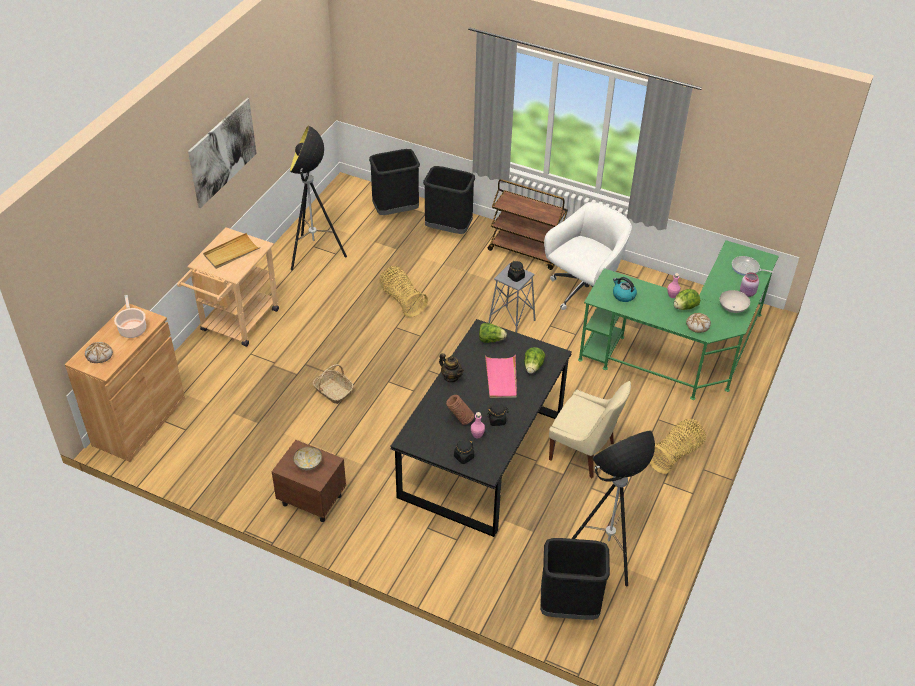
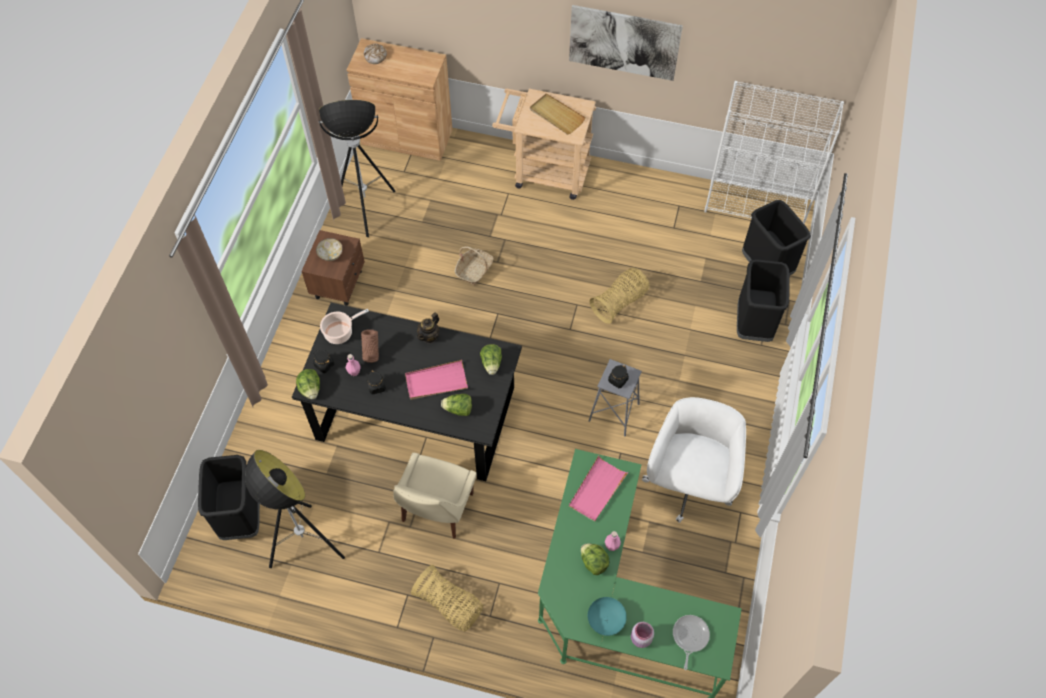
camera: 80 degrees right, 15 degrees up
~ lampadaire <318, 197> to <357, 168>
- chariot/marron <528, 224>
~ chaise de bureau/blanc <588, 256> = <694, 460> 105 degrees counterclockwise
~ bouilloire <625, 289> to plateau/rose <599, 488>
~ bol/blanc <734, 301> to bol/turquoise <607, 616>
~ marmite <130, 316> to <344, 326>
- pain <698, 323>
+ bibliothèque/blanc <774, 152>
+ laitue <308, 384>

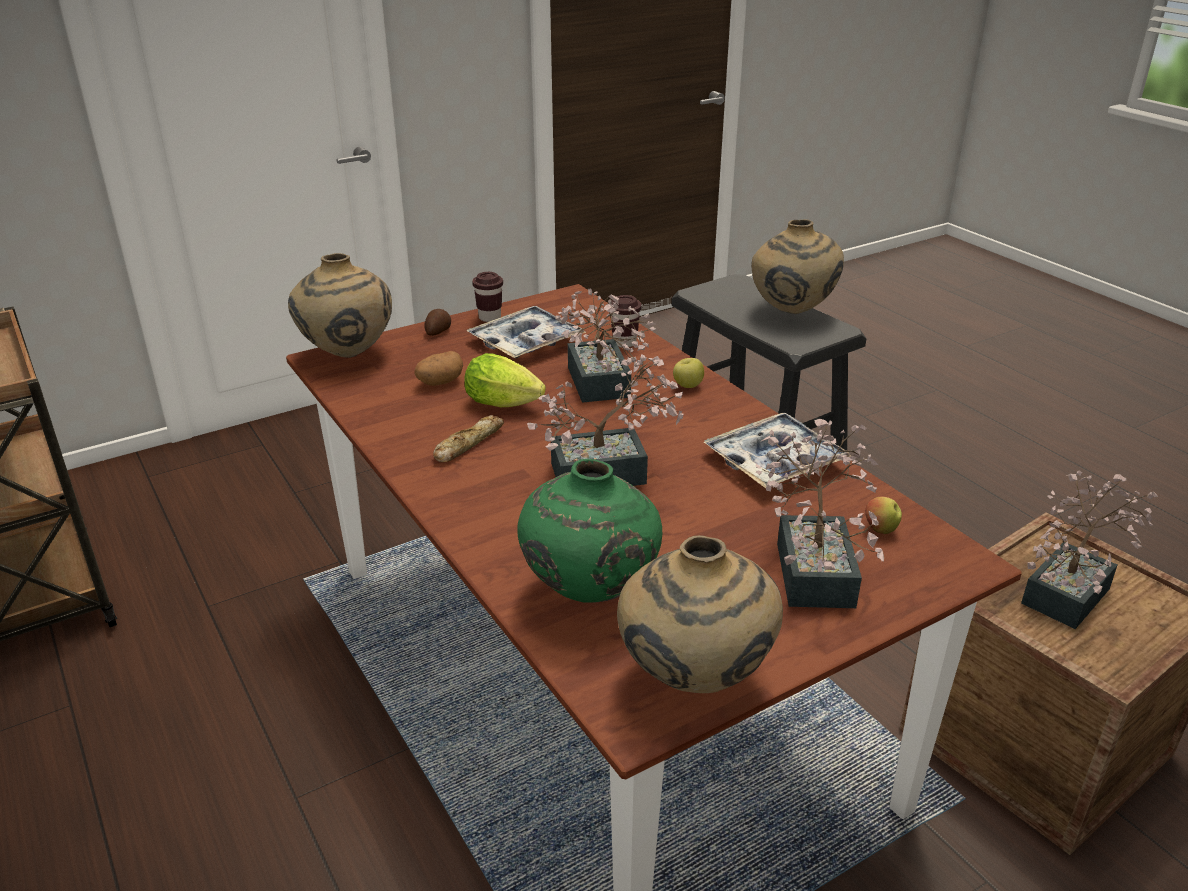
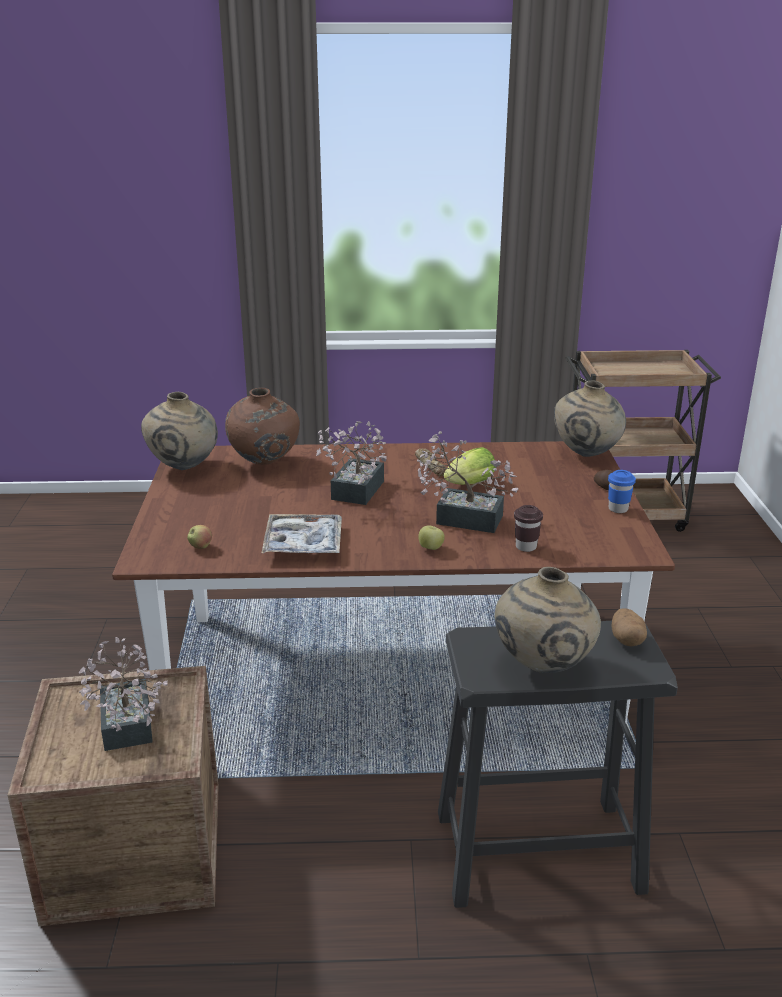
camera: 120 degrees right, 5 degrees down
~ tasse/marron <487, 297> to tasse/bleu <622, 491>
- plateau <526, 332>
~ pomme de terre <438, 368> to <629, 627>
- plante en pot <820, 513>
~ vase/vert <589, 531> to vase/marron <262, 426>

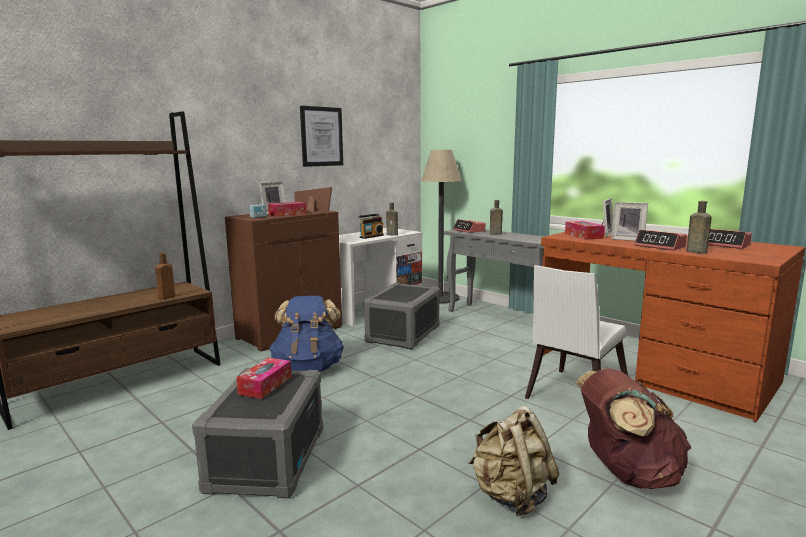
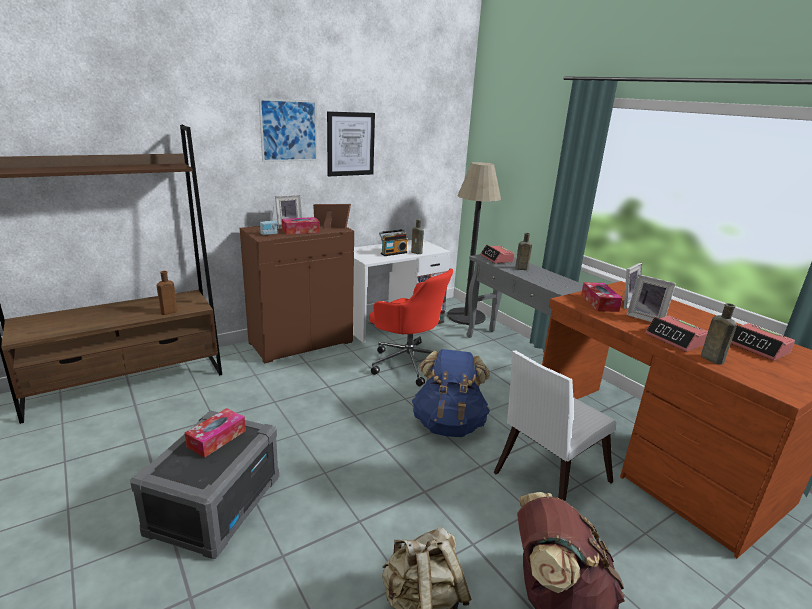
camera: 10 degrees right, 10 degrees up
~ boîte de rangement/gris <402, 316> to chaise de bureau/rouge <411, 327>
~ sac à dos/bleu <306, 334> to <451, 393>
+ tableau <288, 130>

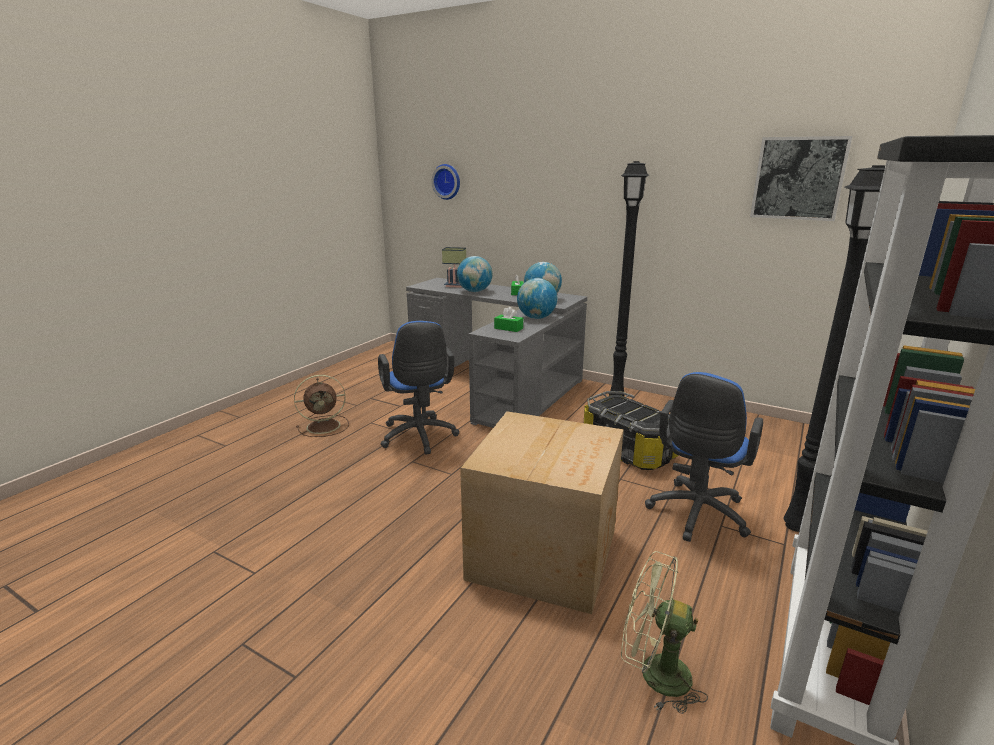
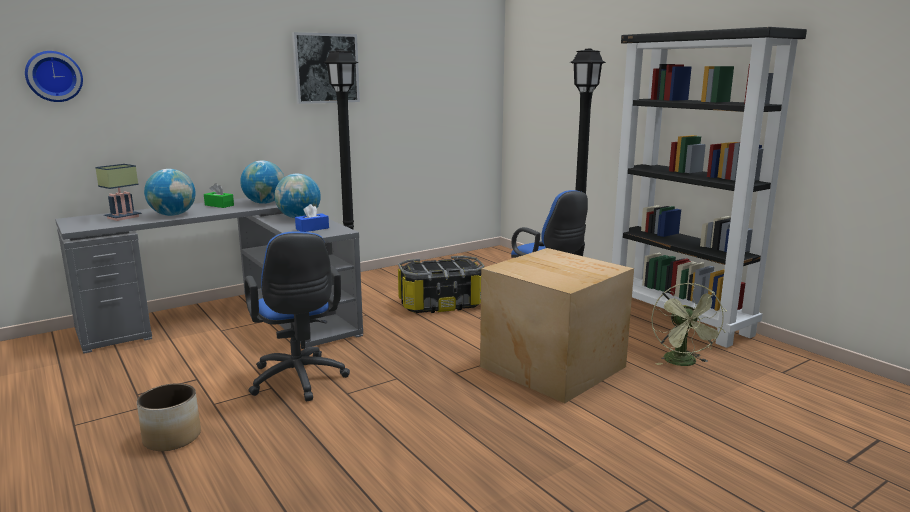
camera: 65 degrees left, 5 degrees down
~ tableau <801, 178> to <326, 68>
~ boîte à mouchoirs/vert <508, 319> to boîte à mouchoirs/bleu <312, 218>
~ chaise de bureau/bleu <418, 388> = <297, 316> 60 degrees clockwise
~ ventilateur/marron <321, 406> to cache-pot <169, 417>
~ ventilateur/vert <664, 632> = <689, 324> 45 degrees counterclockwise

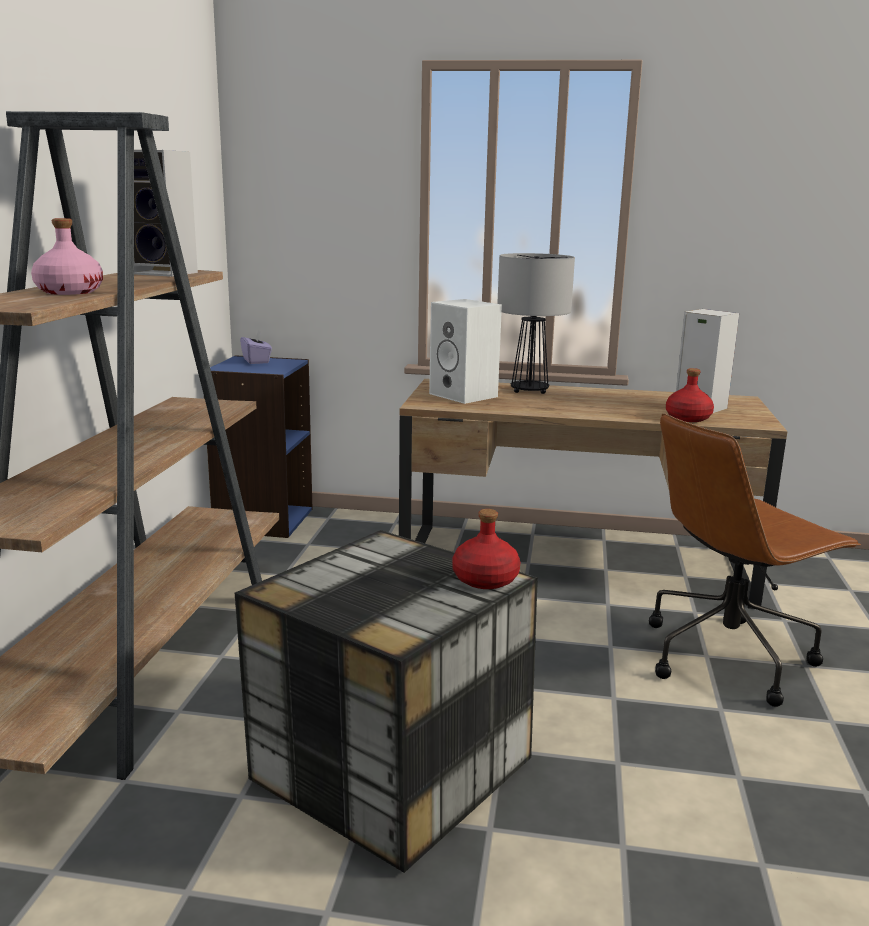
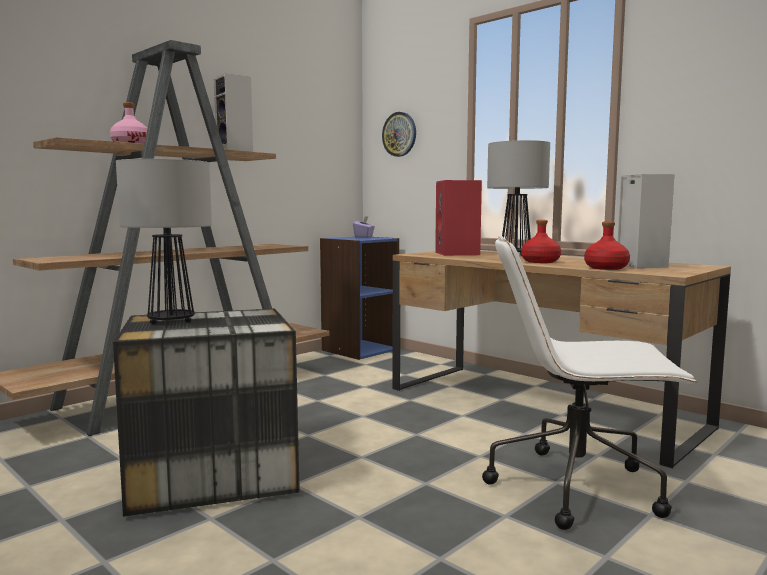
camera: 35 degrees right, 10 degrees down
~ enceinte/blanc <465, 351> to enceinte/rouge <458, 218>
~ chaise de bureau/marron <755, 560> to chaise de bureau/blanc <589, 383>
~ bouteille/rouge <486, 549> to <541, 241>
+ horloge murale <399, 134>
+ lampe de table <164, 241>

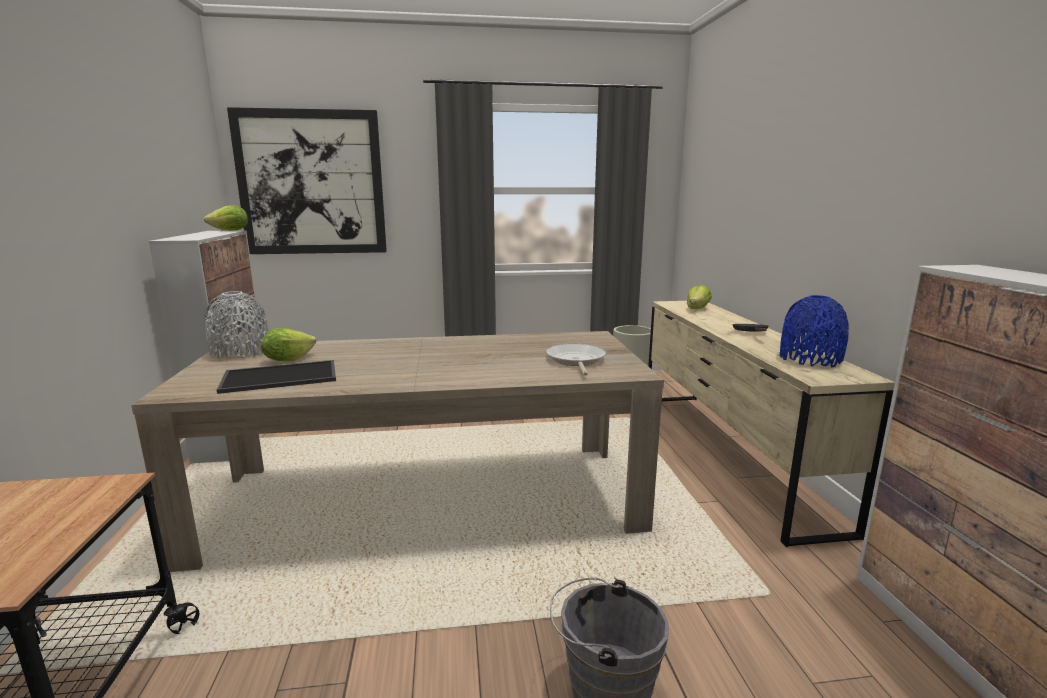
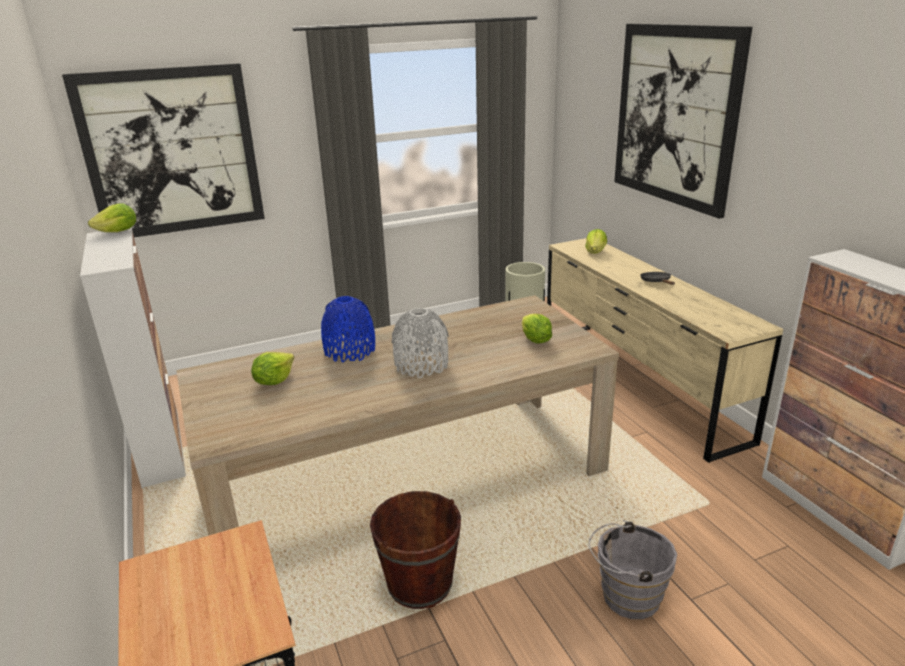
camera: 15 degrees left, 10 degrees up
~ vase/gris <236, 325> to <420, 343>
~ vase/bleu <814, 331> to <348, 329>
~ poêle <576, 359> to laitue <537, 328>
- plateau <276, 377>
+ tableau <683, 121>
+ seau/marron <415, 550>

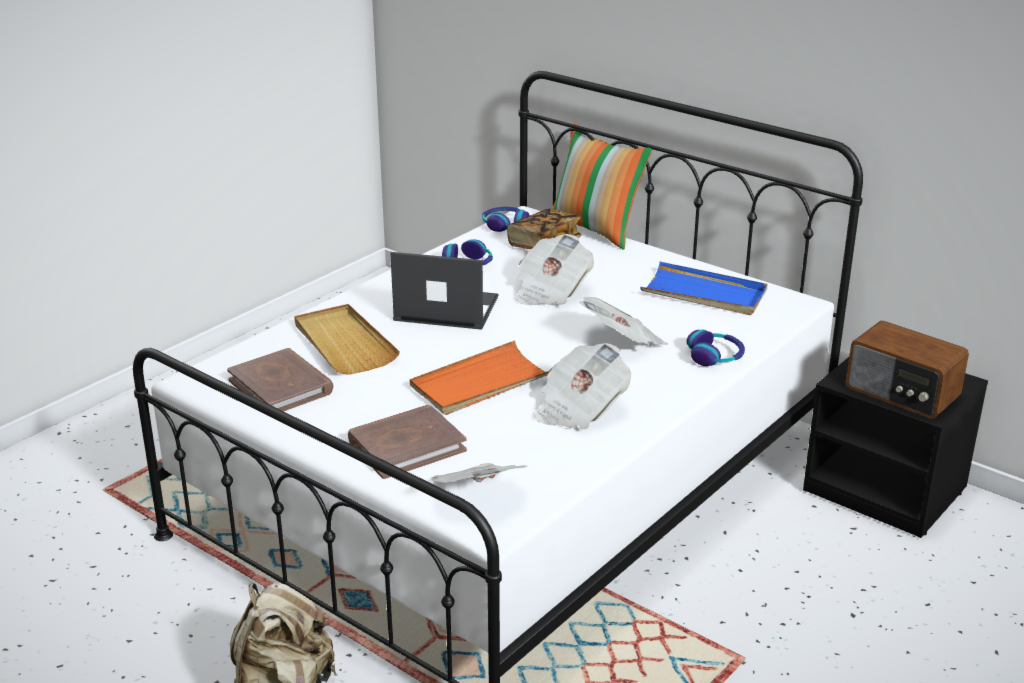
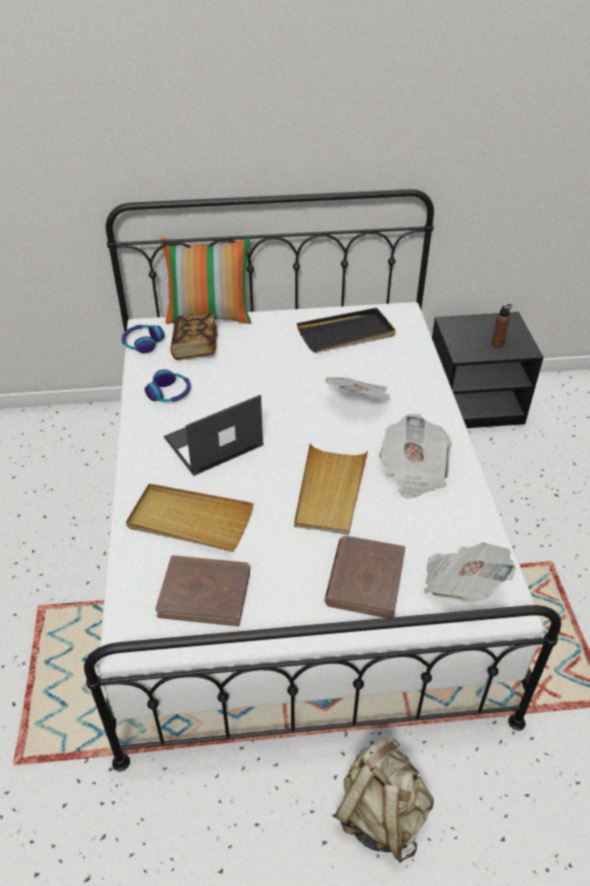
camera: 45 degrees left, 15 degrees up
- journal <555, 269>
~ plateau/bleu <704, 288> to plateau/noir <346, 330>
~ radio <907, 370> to bouteille/marron <501, 326>
- casque audio <715, 348>
~ plateau/orange <479, 377> to plateau/beige <331, 489>

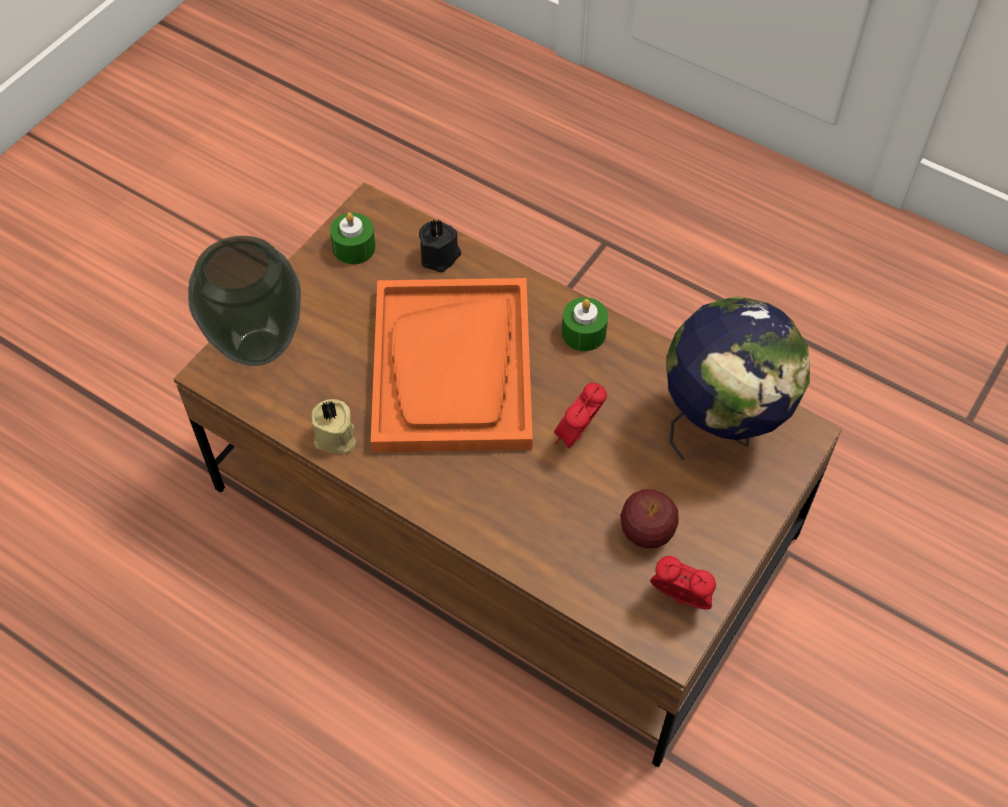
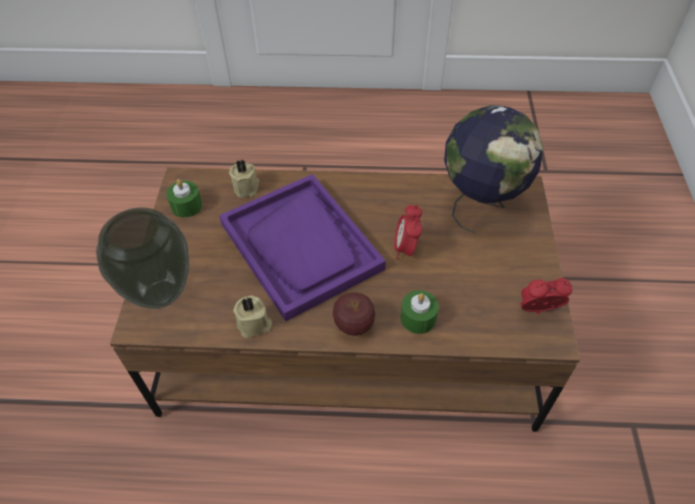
camera: 30 degrees left, 5 degrees down
~ bougie/noir <440, 245> to bougie/beige <244, 178>
~ plateau/orange <452, 365> to plateau/violet <302, 247>
~ bougie/vert <585, 324> to <420, 312>
~ pomme <649, 519> to <354, 314>

